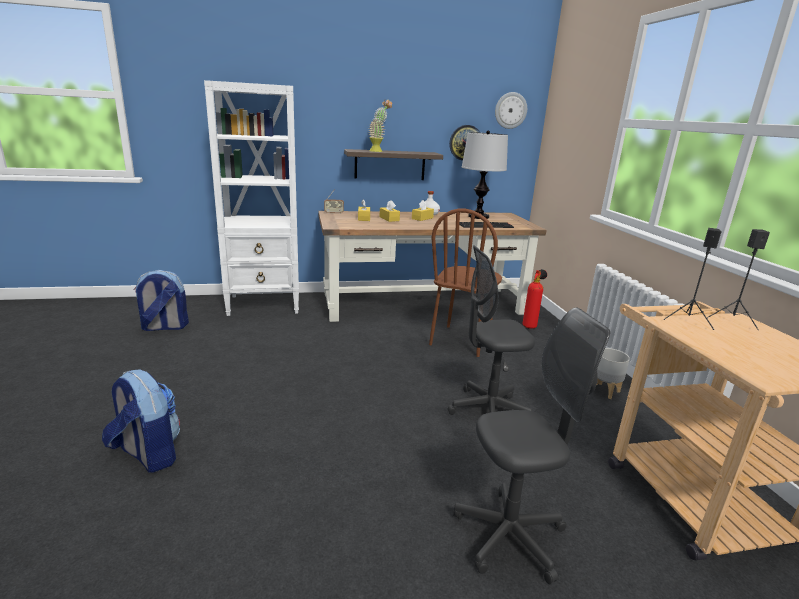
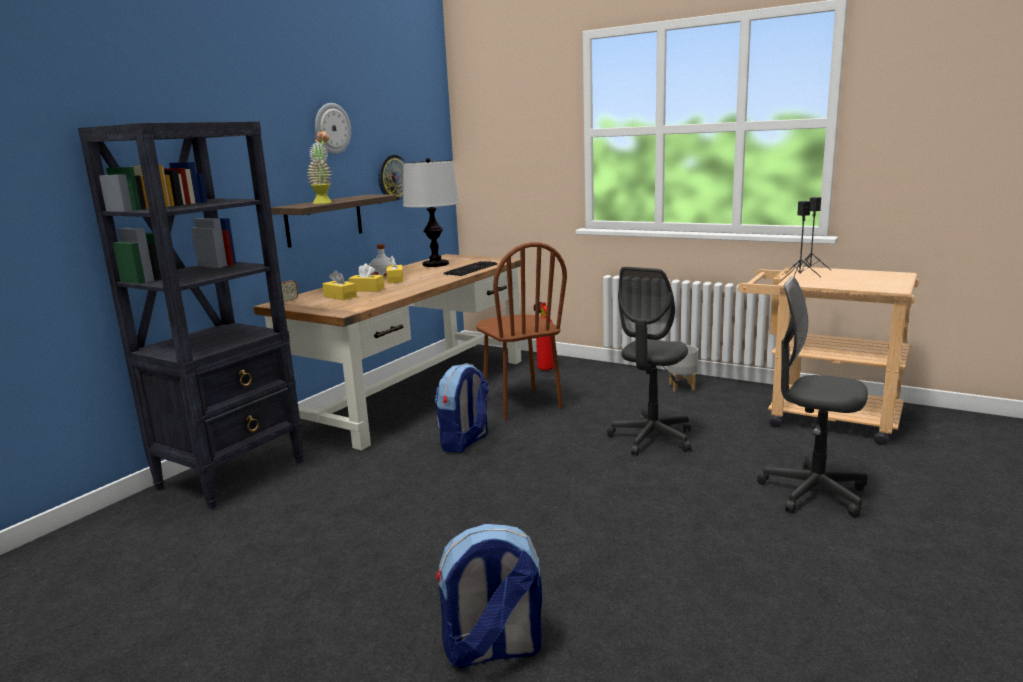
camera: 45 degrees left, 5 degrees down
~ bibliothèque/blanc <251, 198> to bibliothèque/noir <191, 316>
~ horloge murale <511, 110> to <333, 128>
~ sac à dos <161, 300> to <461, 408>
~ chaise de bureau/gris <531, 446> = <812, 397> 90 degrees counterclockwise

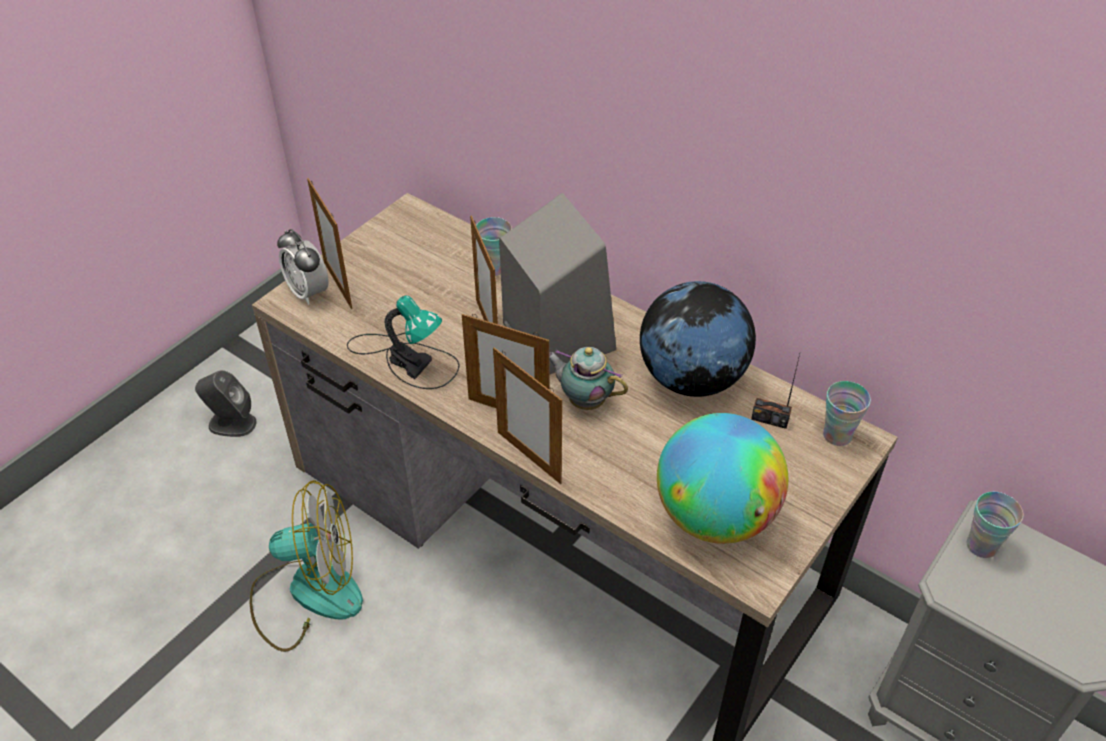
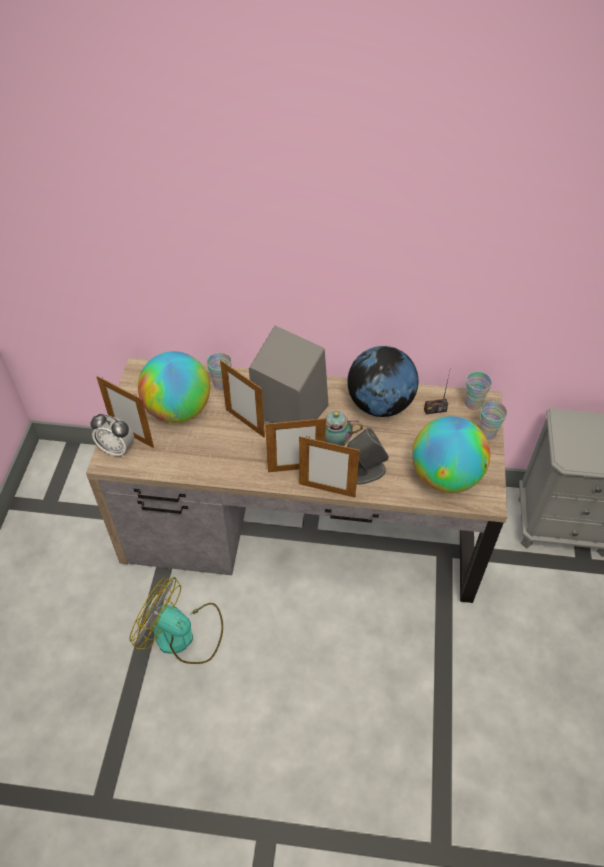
camera: 30 degrees left, 5 degrees up
- lampe de table <403, 342>
~ enceinte/gris <226, 403> to <368, 456>
~ ventilateur <306, 566> = <176, 620> 120 degrees counterclockwise
~ tasse <995, 525> to <493, 420>
+ globe <174, 387>

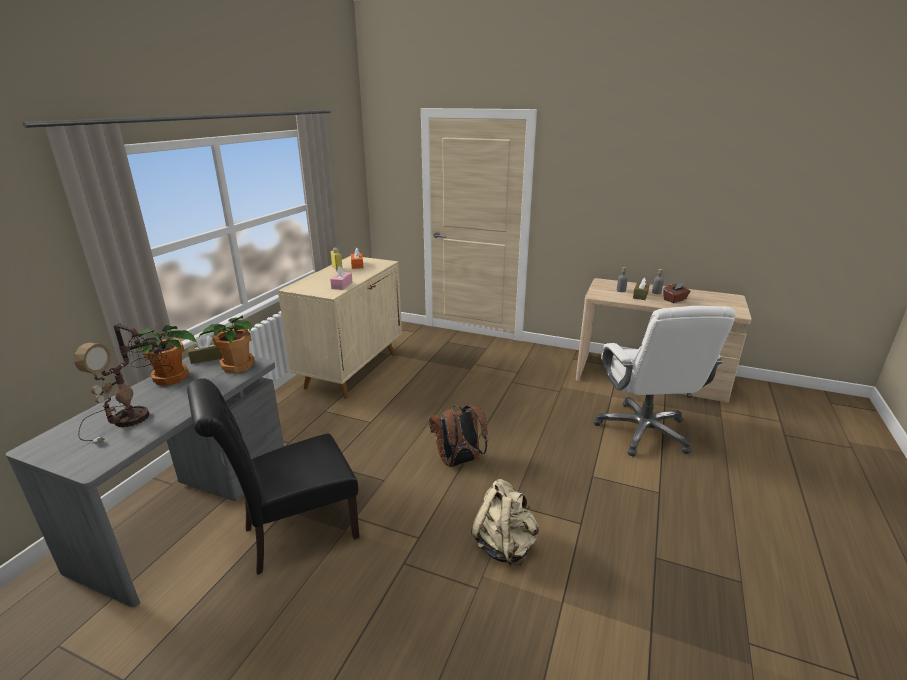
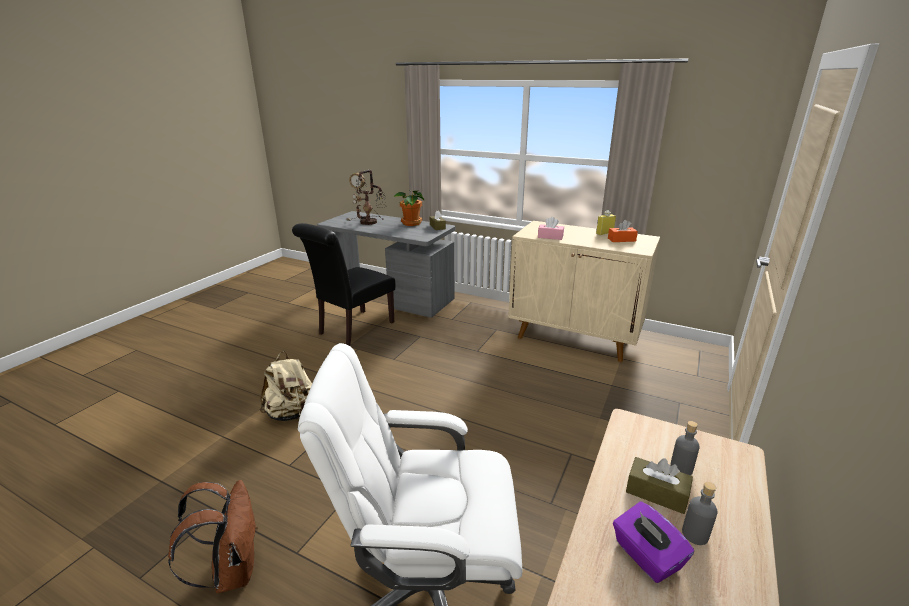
camera: 95 degrees right, 0 degrees up
~ boîte à mouchoirs/marron <676, 292> to boîte à mouchoirs/violet <653, 542>
- plante en pot <227, 344>
~ chaise/noir <273, 476> = <343, 284> 120 degrees counterclockwise
~ sac à dos/marron <458, 436> to <213, 536>

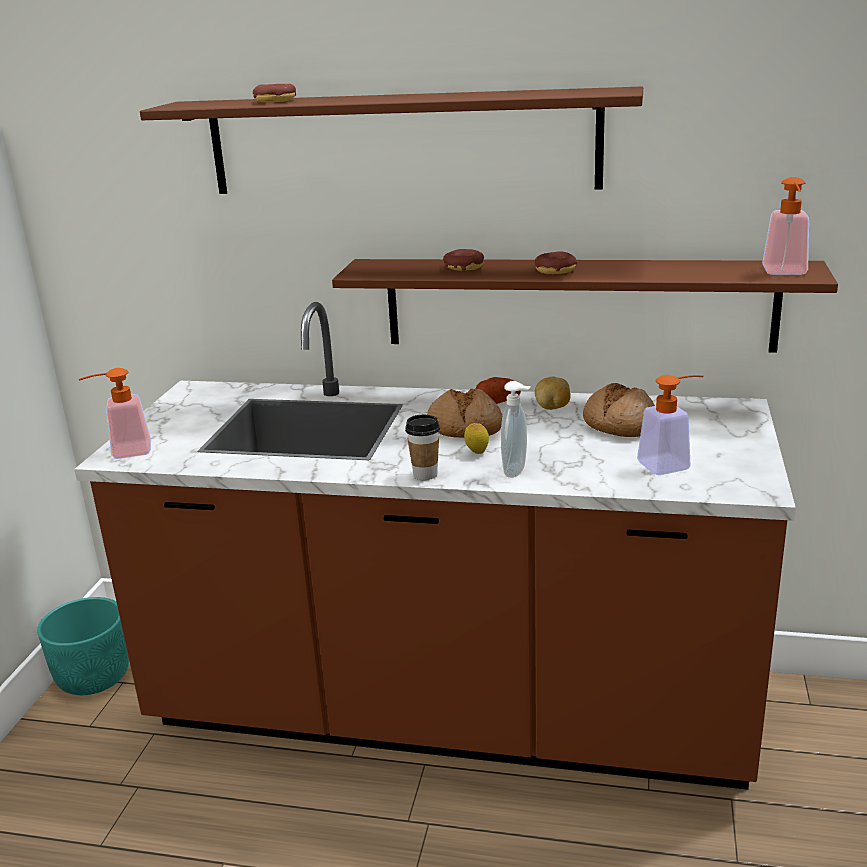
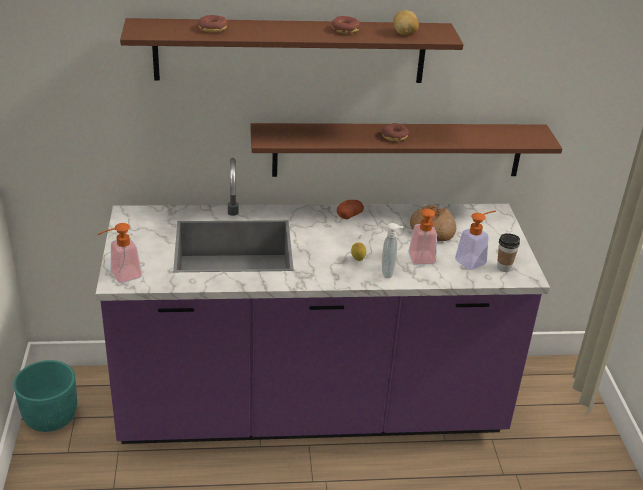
camera: 20 degrees left, 10 degrees up
~ distributeur de savon <785, 226> to <422, 237>
~ beignet <463, 260> to <346, 25>
~ comptoir de cuisine/marron <435, 546> to comptoir de cuisine/violet <323, 301>
~ pomme de terre <553, 393> to <406, 22>
- pain <464, 413>
~ tasse <422, 447> to <508, 252>

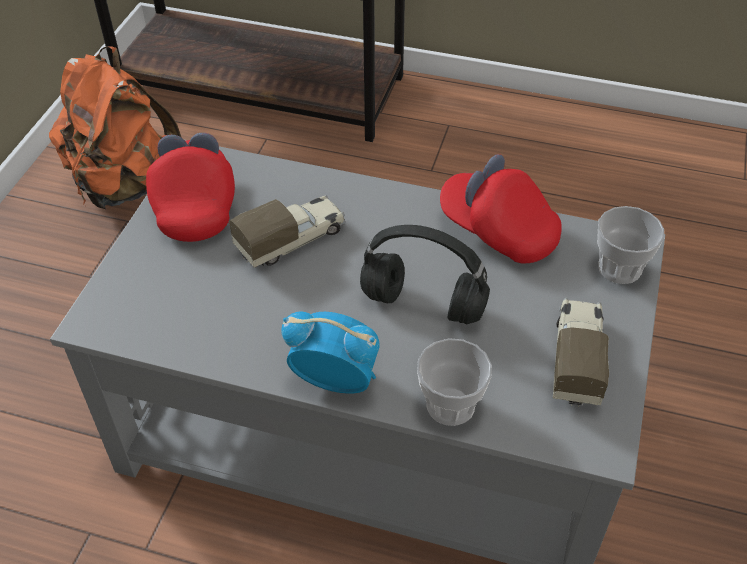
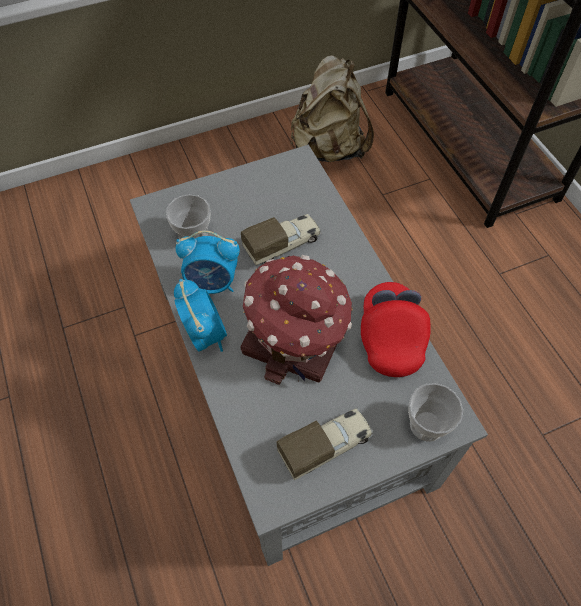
camera: 50 degrees right, 10 degrees up
~ sac à dos/orange <115, 127> to sac à dos/beige <332, 108>
- casquette/rouge <190, 187>
~ camion jouet <287, 231> = <281, 239> 45 degrees counterclockwise
~ casque audio/noir <425, 274> to maison miniature <296, 320>
~ tasse <454, 382> to <188, 216>
+ réveil <208, 262>

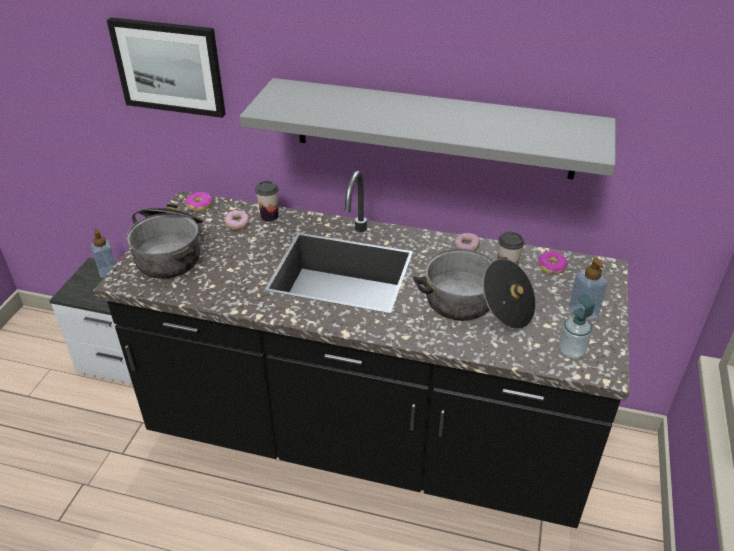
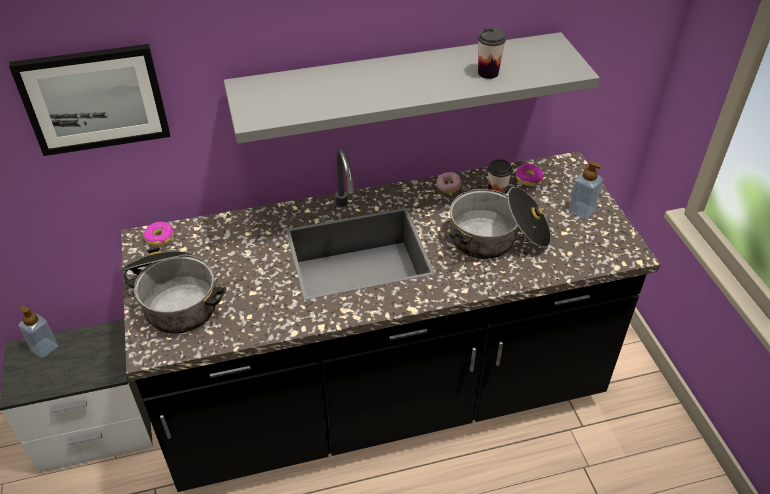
camera: 30 degrees left, 5 degrees up
~ tasse <267, 201> to <492, 53>
- beignet <237, 220>
- distributeur de savon <577, 326>

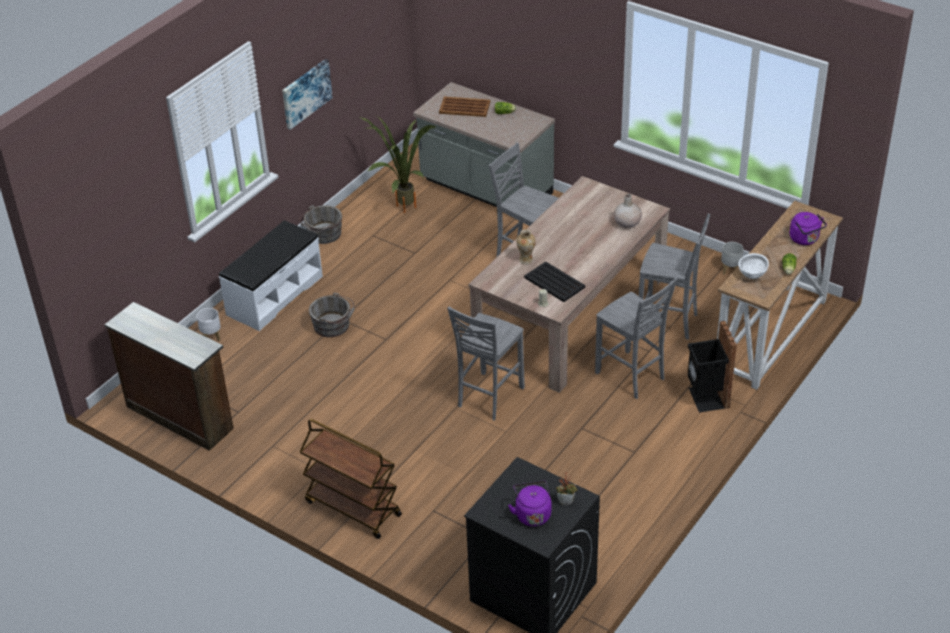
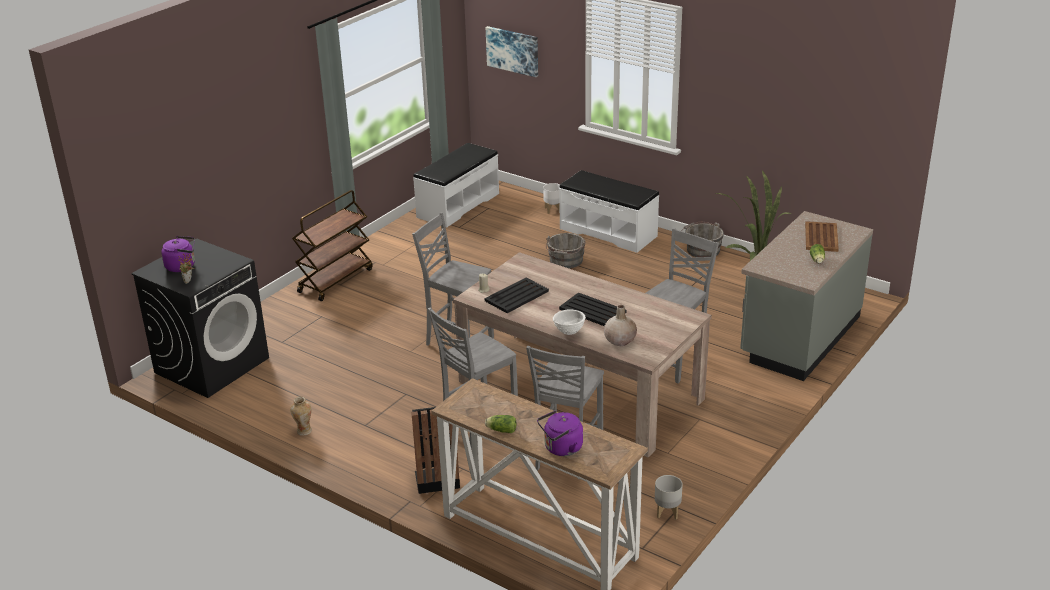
camera: 90 degrees right, 10 degrees down
~ tableau <307, 94> to <512, 51>
~ vase <526, 246> to <301, 416>
~ bol/blanc <753, 266> to <569, 322>
~ commode/marron <169, 376> to banc/blanc <456, 185>
+ plateau/noir <593, 309>

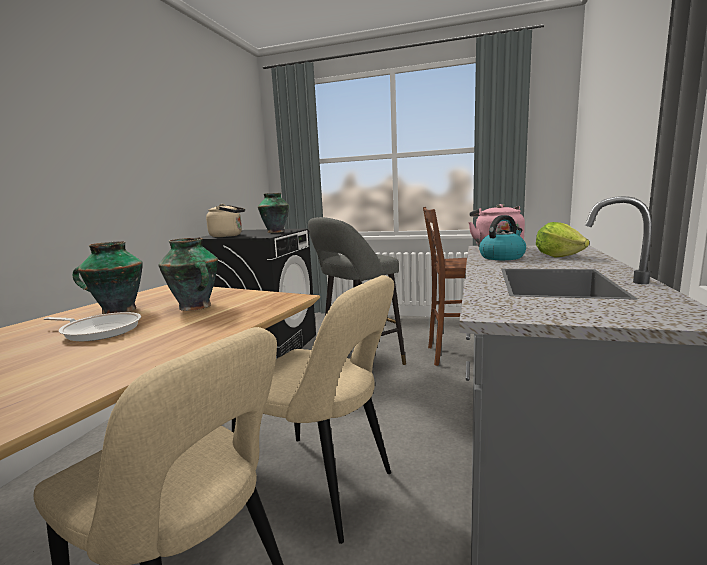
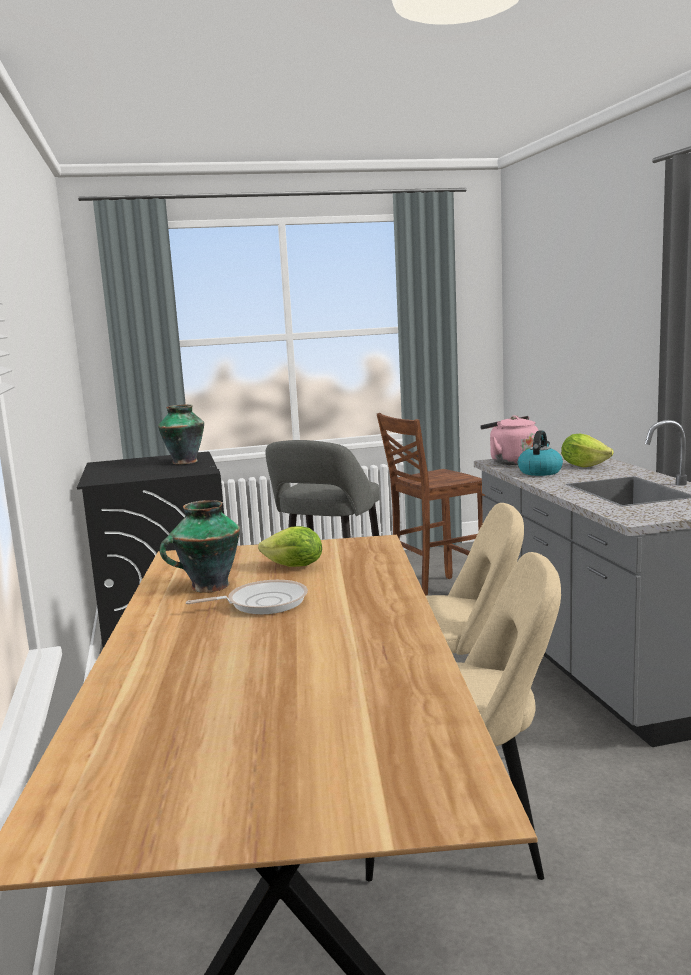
camera: 30 degrees left, 0 degrees up
- bouilloire/beige <225, 220>
~ vase <188, 274> to laitue <290, 546>

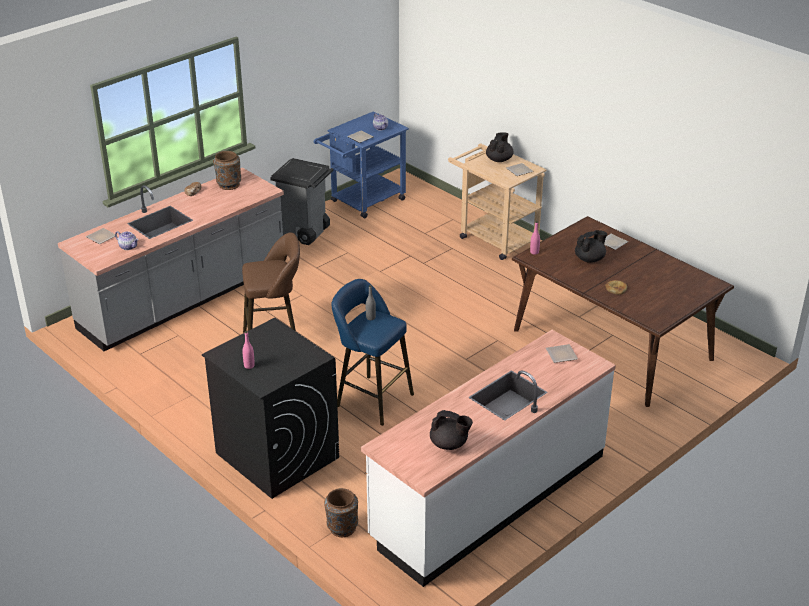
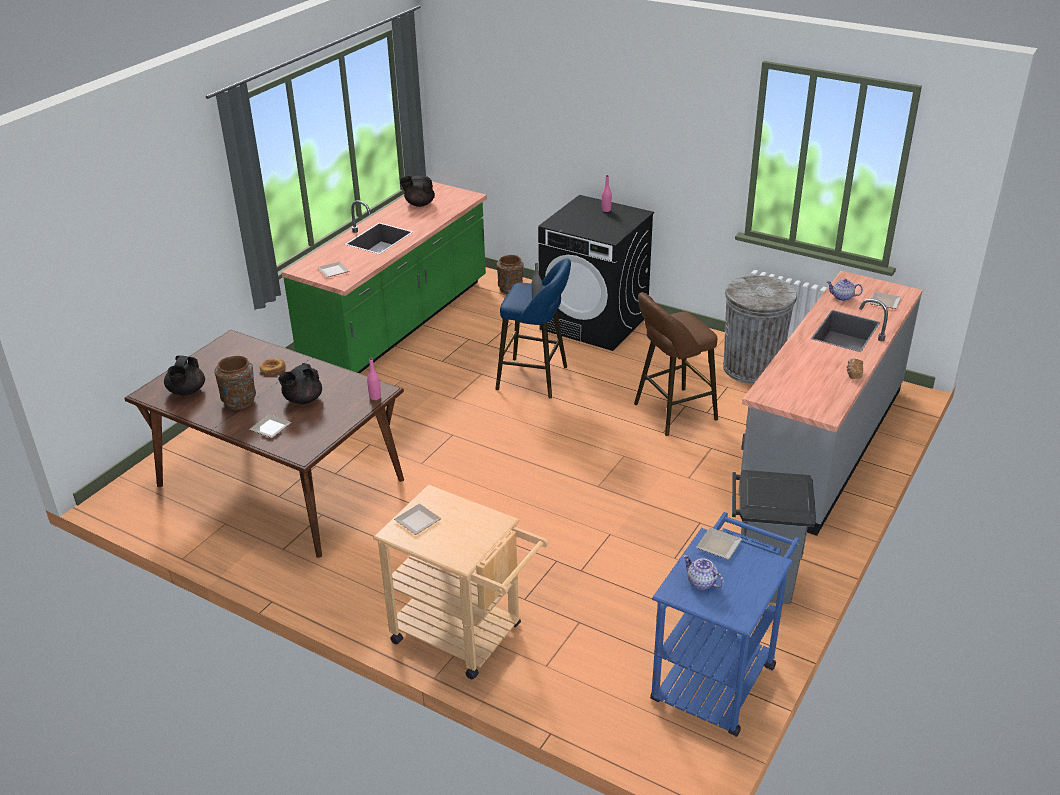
camera: 165 degrees right, 0 degrees up
~ théière/noir <499, 147> to <184, 375>
~ vase/marron <227, 170> to <235, 383>
~ comptoir de cuisine/blanc <488, 458> to comptoir de cuisine/vert <384, 277>
+ poubelle/gris <760, 329>

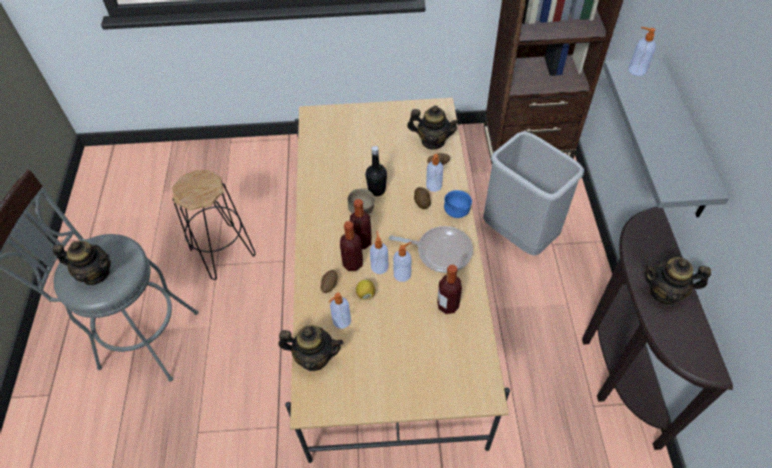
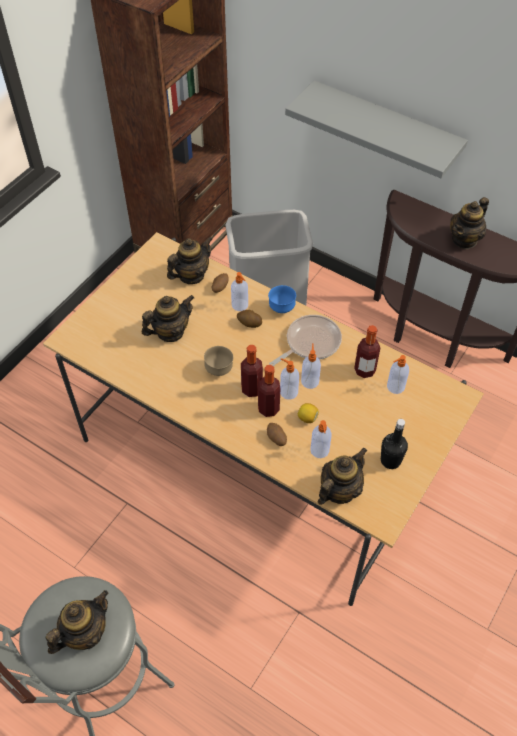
camera: 55 degrees left, 0 degrees up
~ distributeur de savon <642, 51> to <398, 374>
~ bouteille/noir <376, 171> to <394, 444>
- tabouret/noir <213, 225>
+ théière <168, 318>

